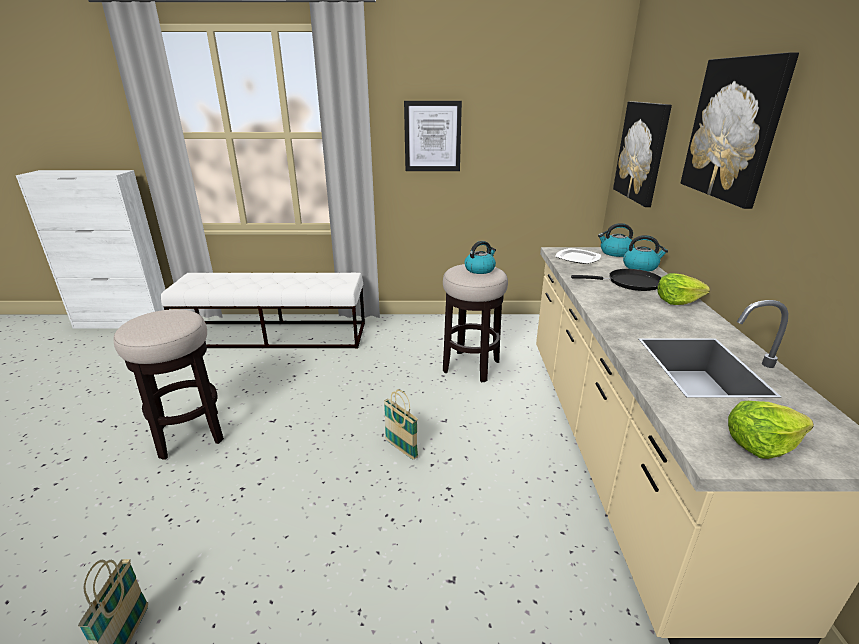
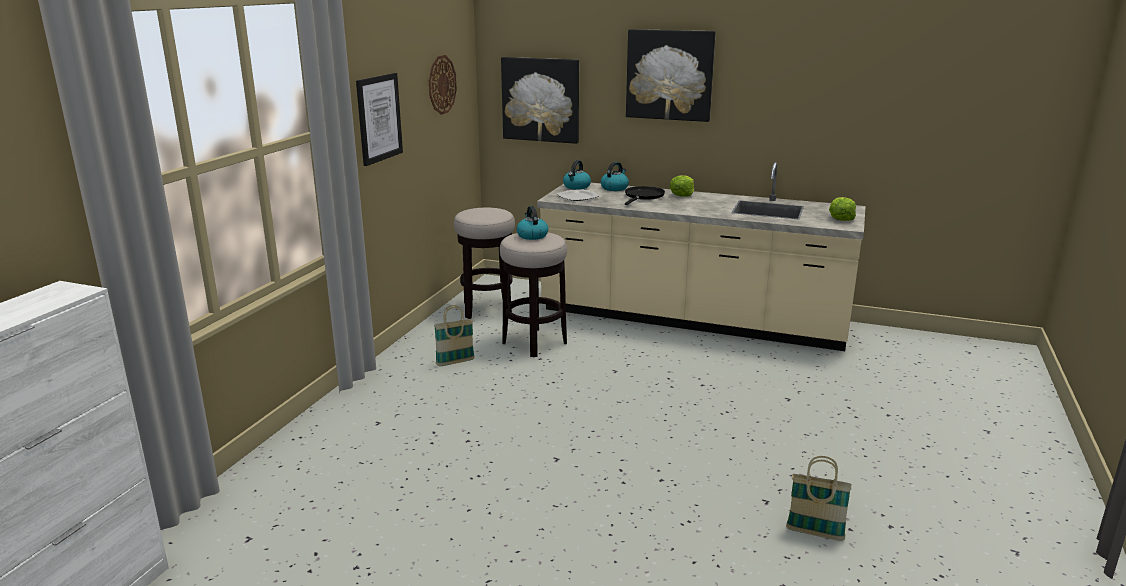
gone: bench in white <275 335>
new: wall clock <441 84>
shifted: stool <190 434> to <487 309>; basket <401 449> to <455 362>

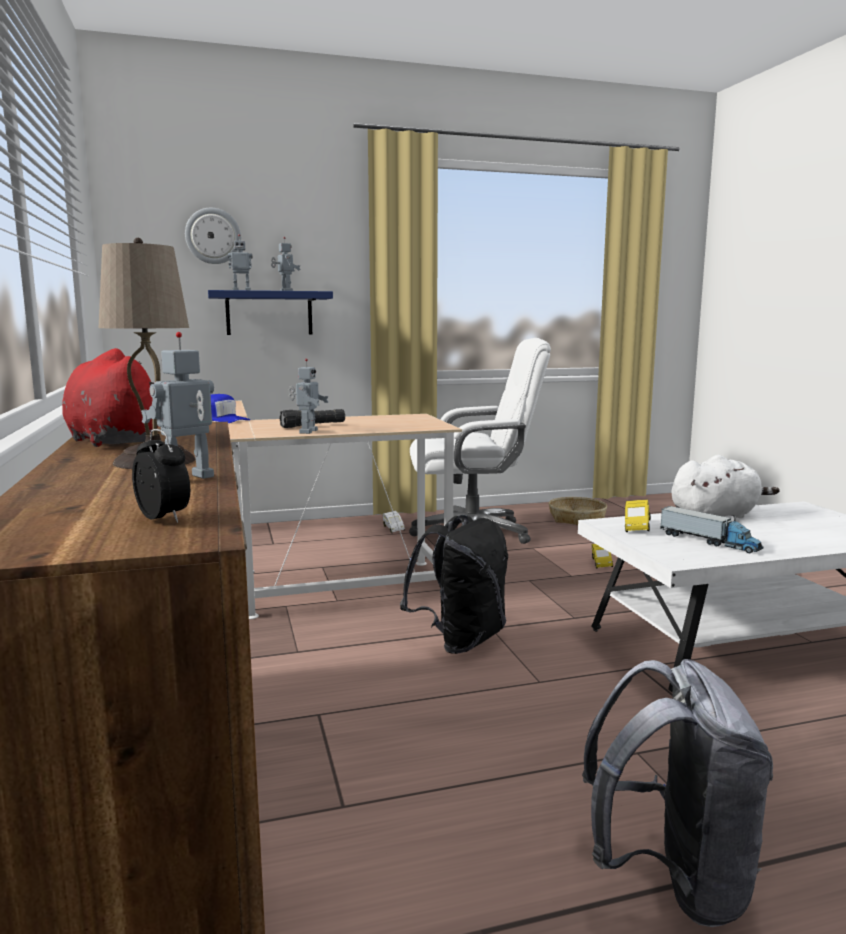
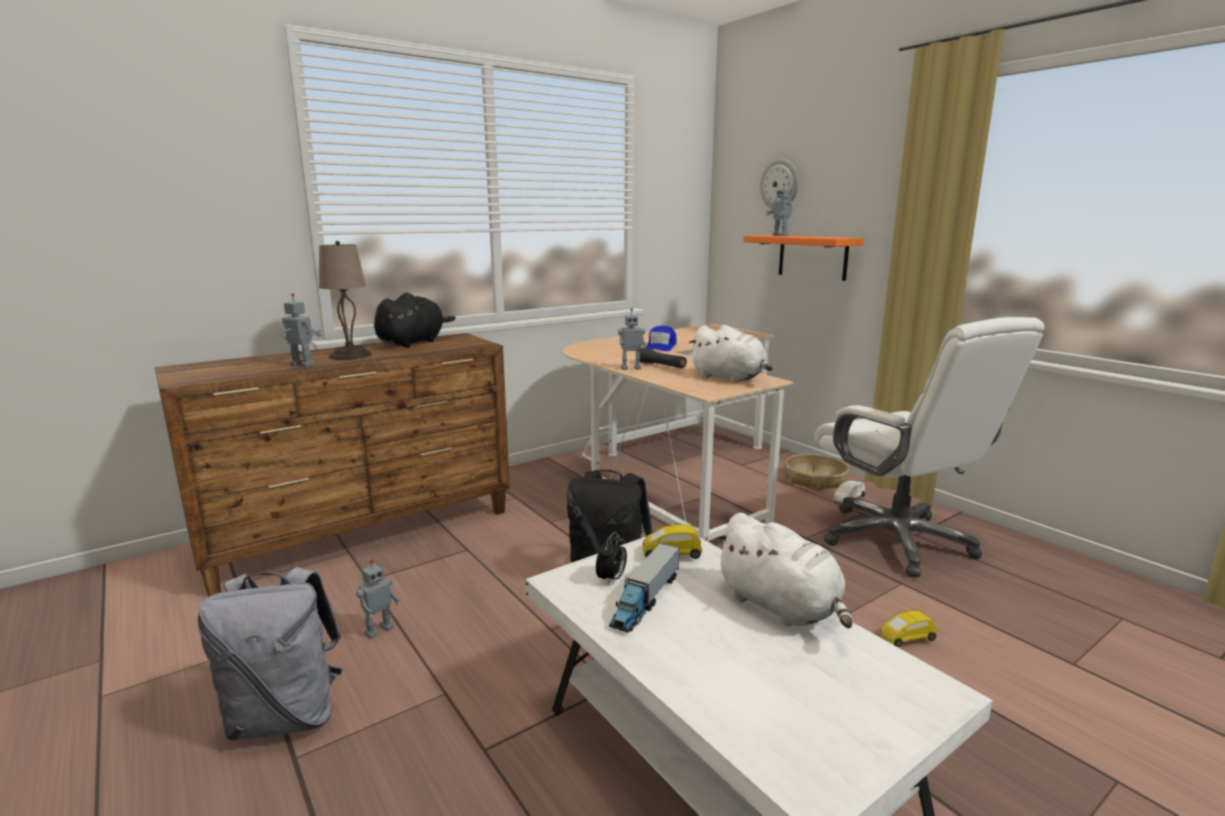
new: plush toy in white <730 378>
shifted: toy robot <285 291> to <378 630>; alarm clock <164 519> to <611 579>; basket <576 519> to <815 480>
repainted: shelf in blue <269 313> to shelf in orange <812 257>; plush toy in red <112 441> to plush toy in black <413 342>

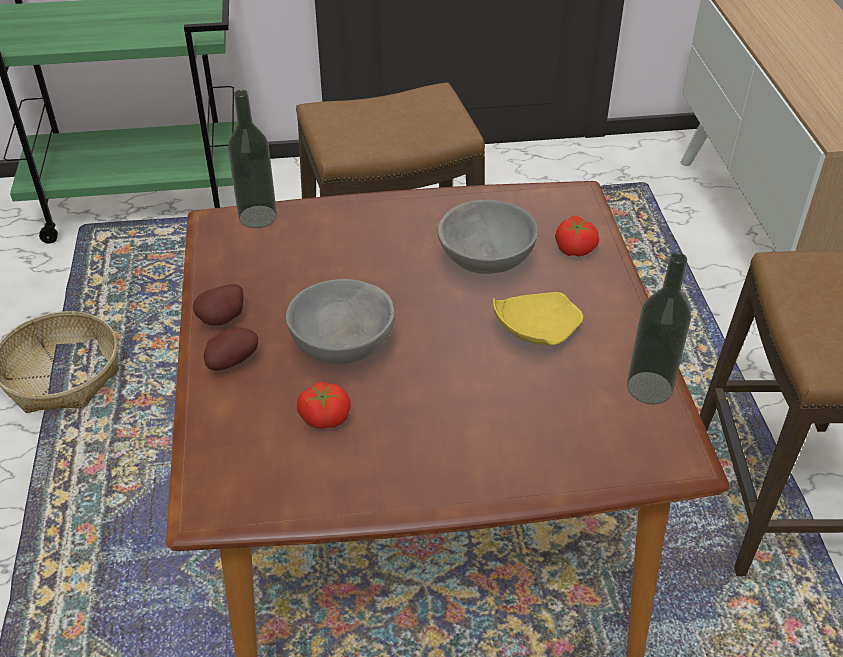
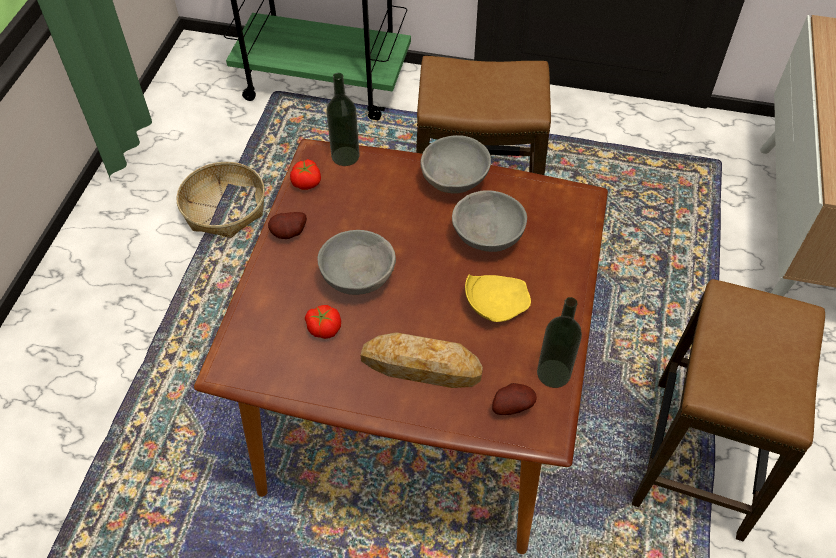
new: bowl in grey <455 182>; bread <421 366>
shifted: tomato <575 248> to <307 182>; potato <231 361> to <511 405>

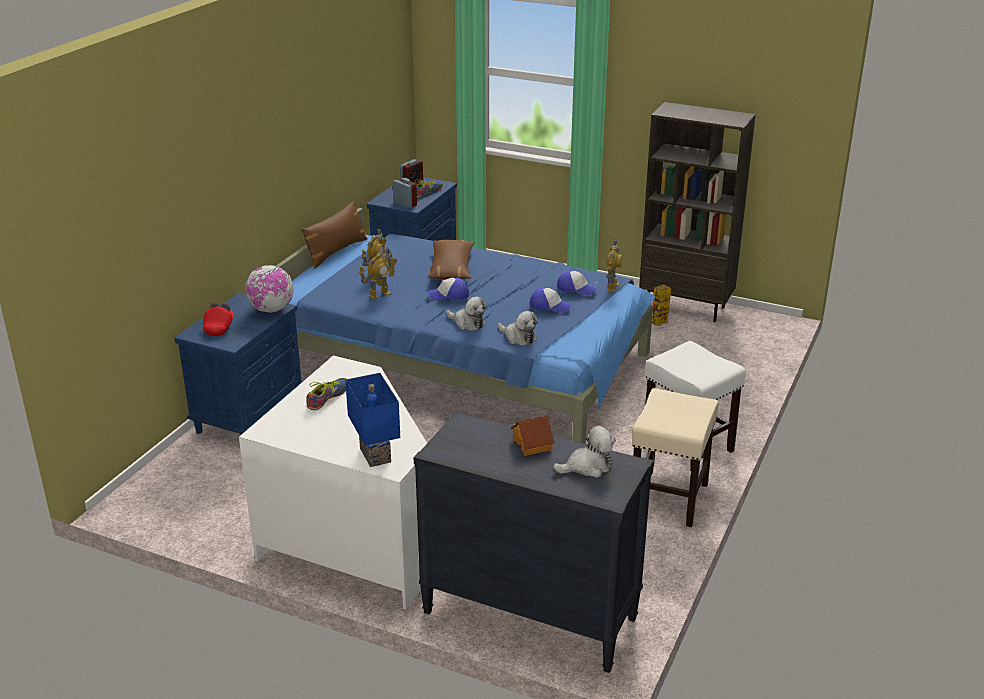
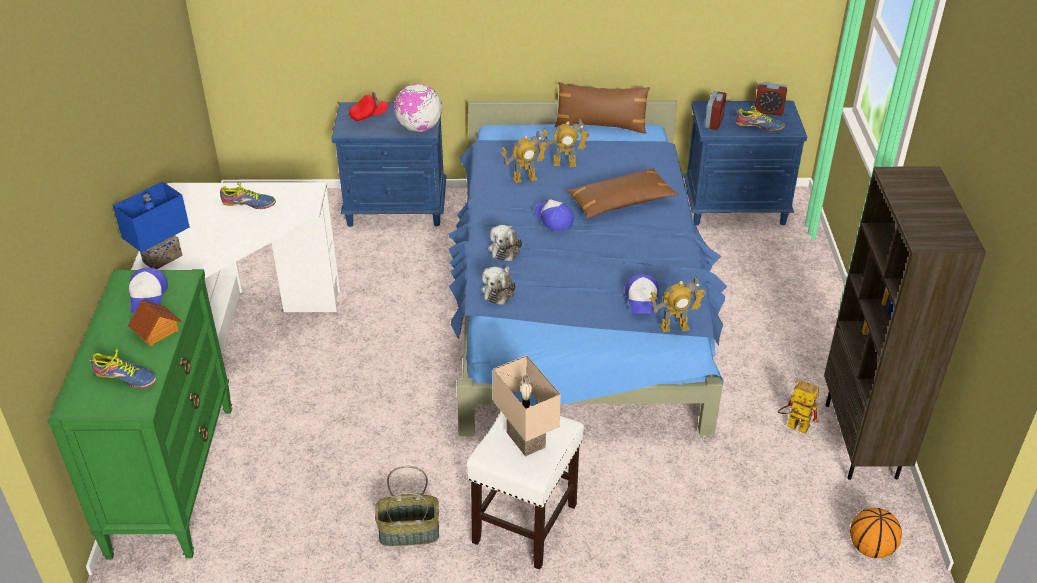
new: table lamp in beige <523 440>; basketball <871 548>
shifted: cap <549 306> to <148 296>
swapped: stool in beige <669 499> to basket <408 533>; plush toy <587 466> to shoe <126 377>
repainted: dresser in black <528 616> to dresser in green <172 478>
rotated: toy robot <379 294> = <524 178> 45 degrees counterclockwise

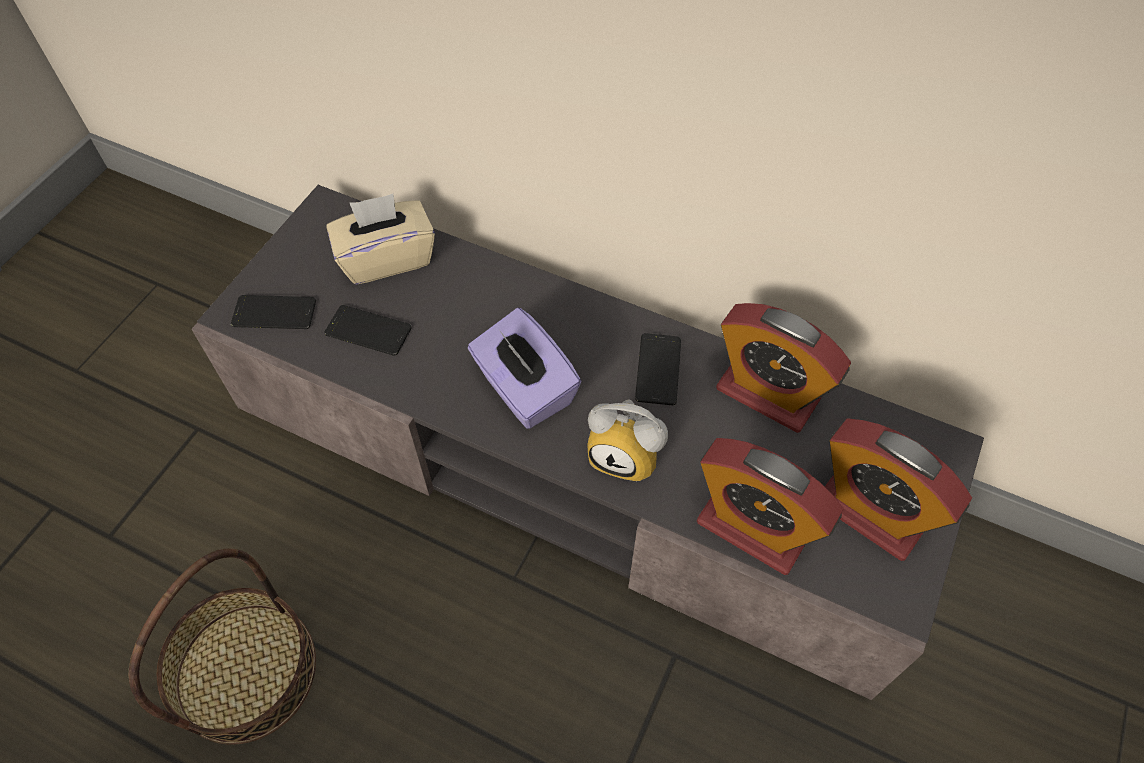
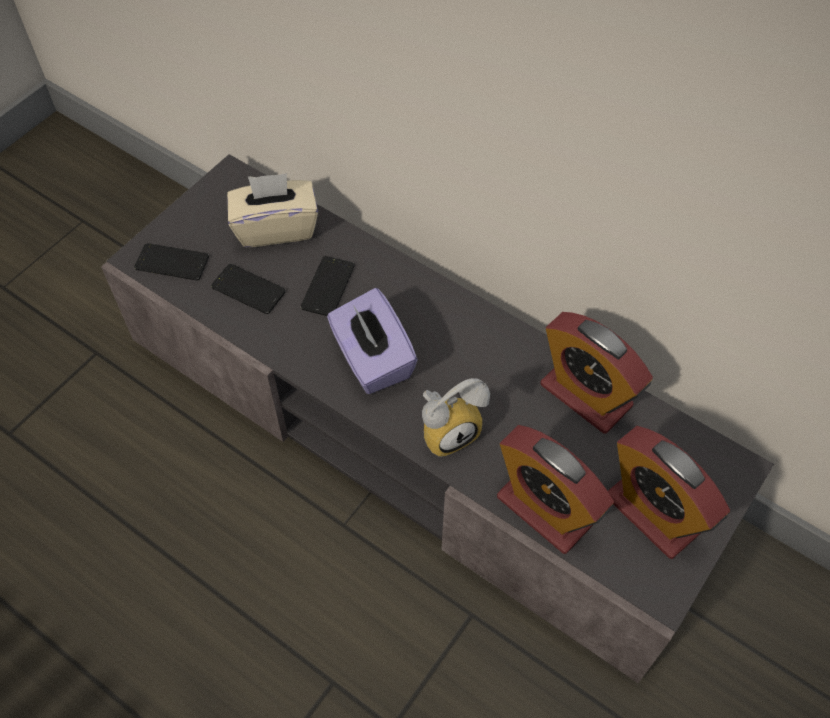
gone: basket <246 671>
shifted: phone <658 369> to <328 286>
rotated: alarm clock <627 455> = <449 430> 60 degrees counterclockwise

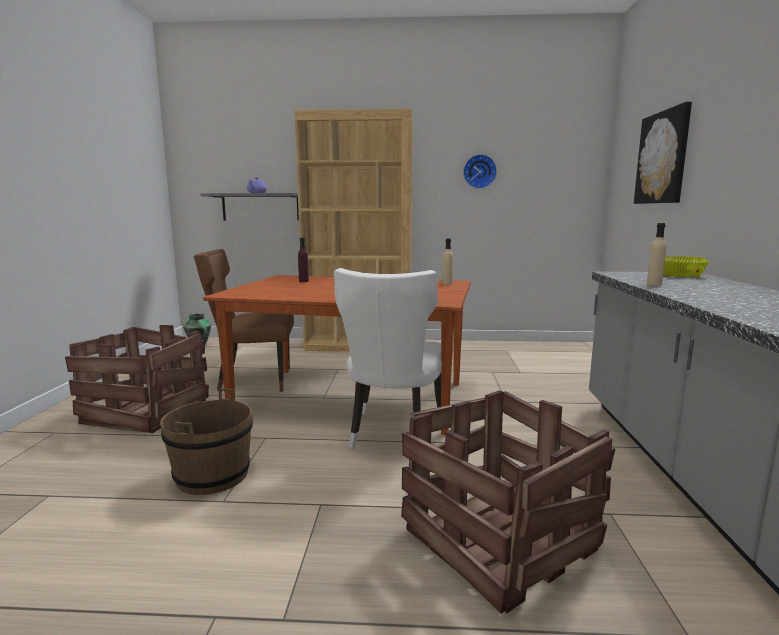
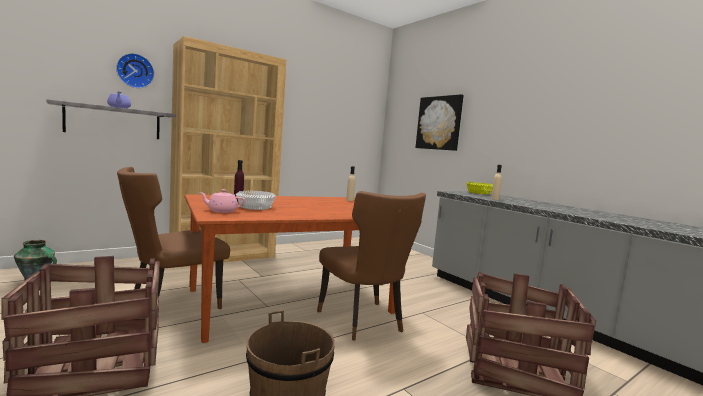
new: teapot in pink <221 211>; bowl in white <255 207>
shifted: wall clock <479 171> to <135 71>
repainted: chair in white <392 434> to chair in brown <363 322>

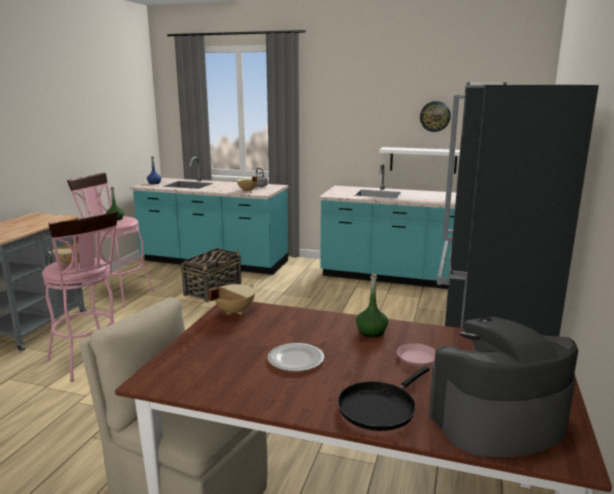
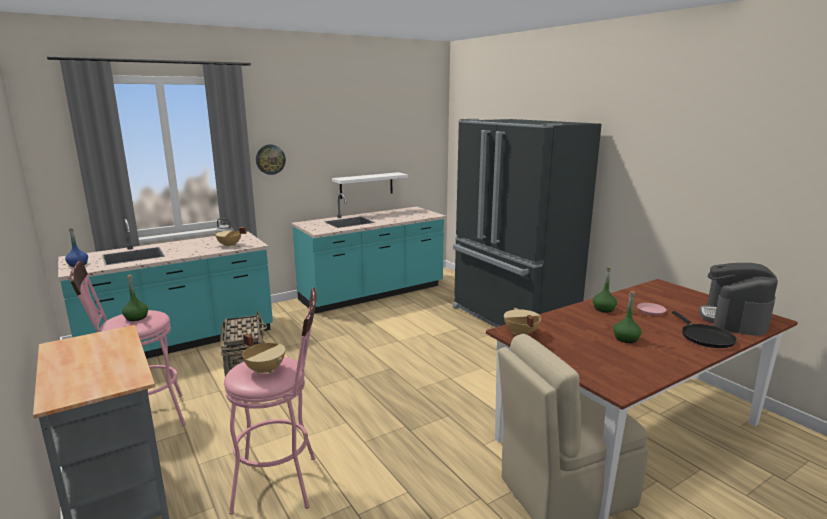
shifted: wall clock <435 116> to <270 159>
swapped: plate <295 360> to bottle in green <626 339>

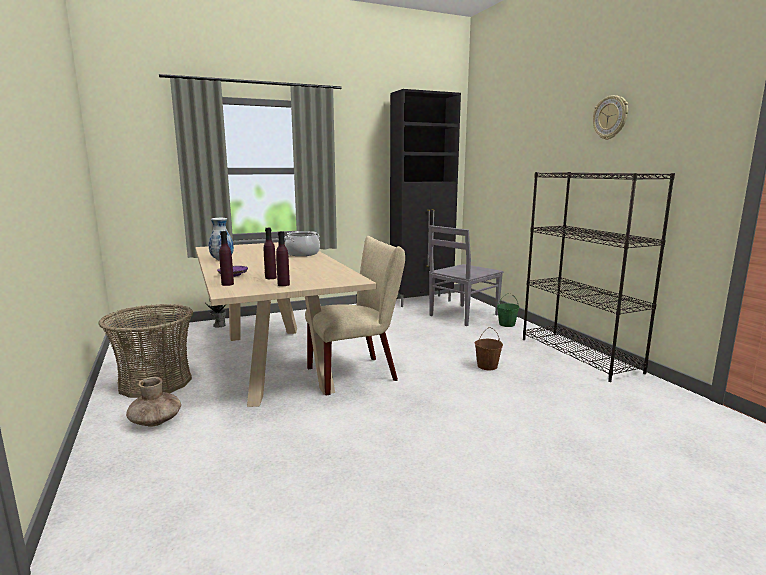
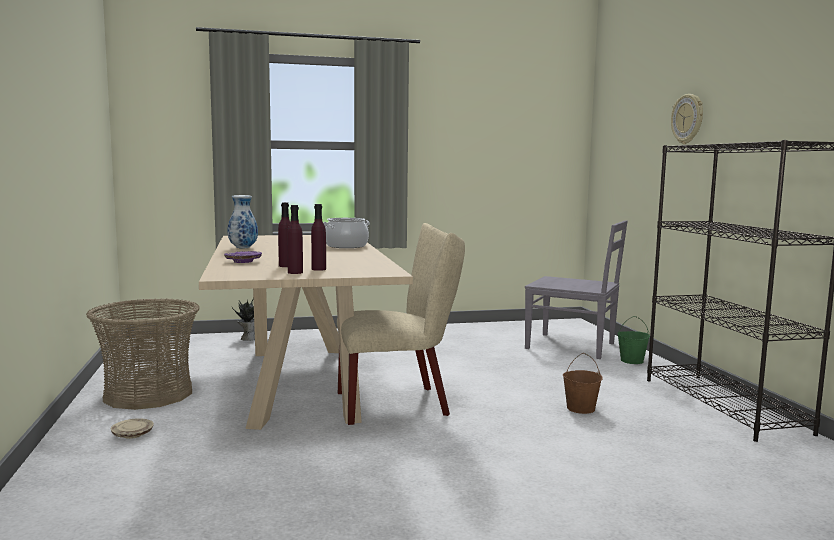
gone: cabinet in black <422 301>
shifted: wall clock <610 117> to <688 119>; bottle in purple <227 284> to <318 269>
swapped: vase in brown <156 421> to plate in beige <133 434>
rotated: chair in grey <462 315> = <572 346> 120 degrees counterclockwise

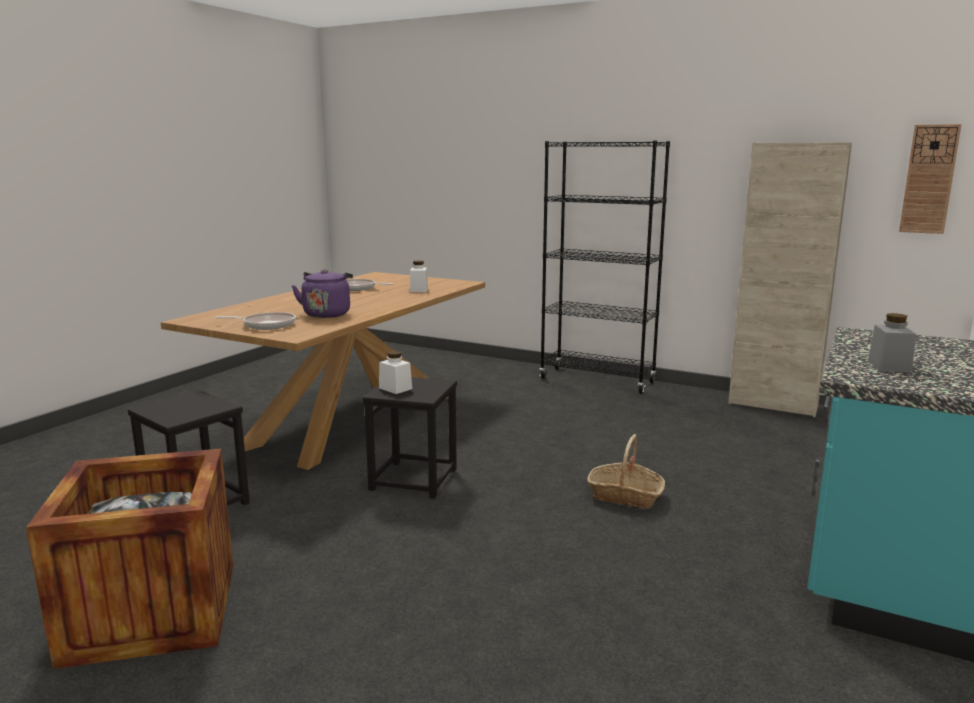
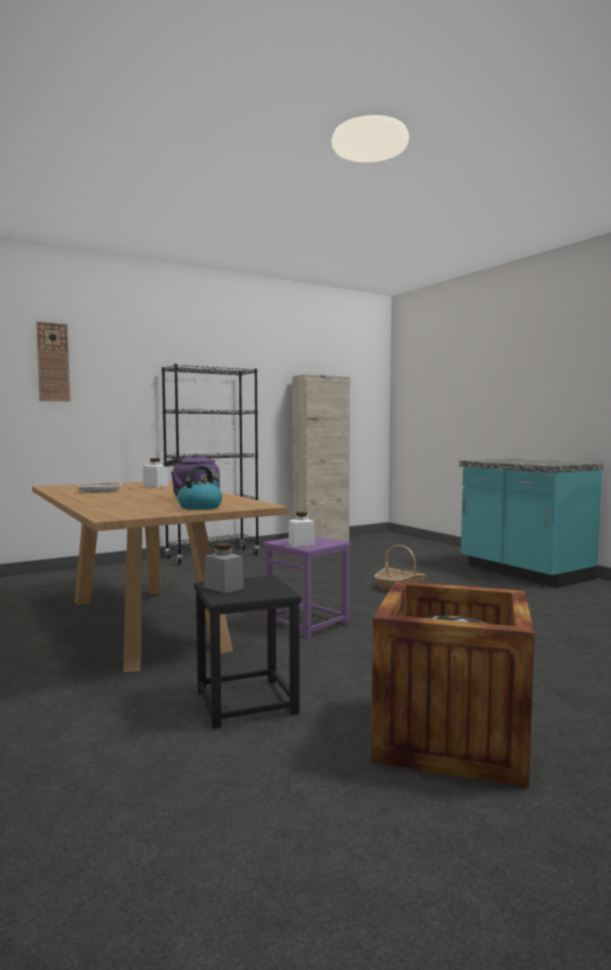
shifted: wall clock <929 179> to <53 362>; jar in grey <889 366> to <223 587>
swapped: frying pan <266 325> to kettle <200 507>
repainted: stool in black <414 479> to stool in purple <307 623>

